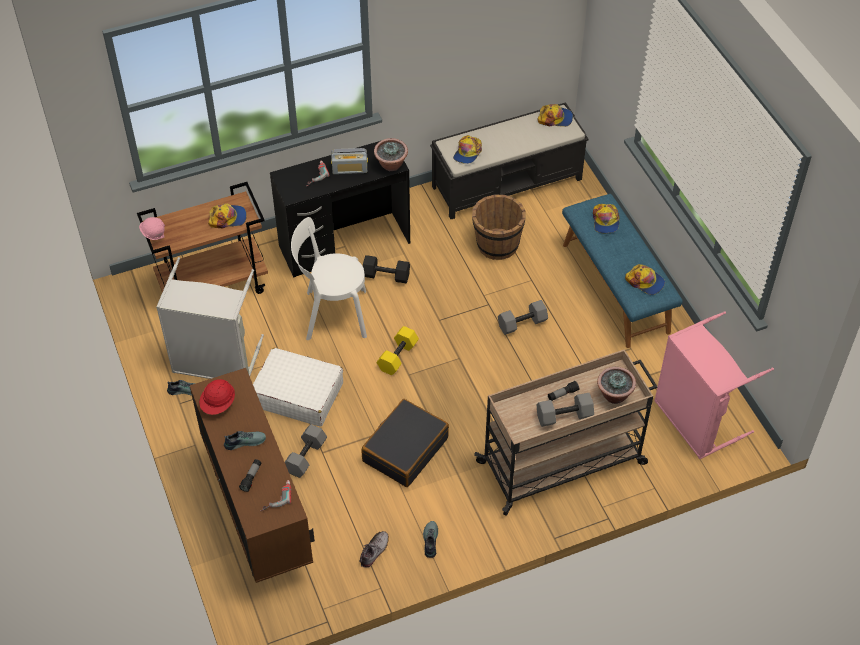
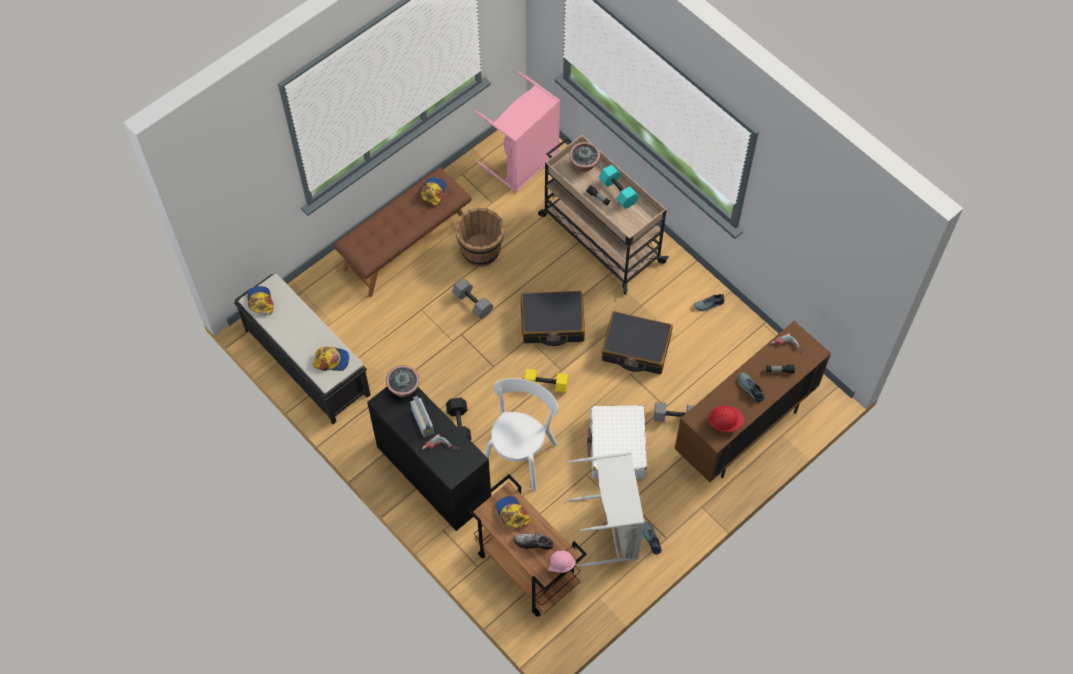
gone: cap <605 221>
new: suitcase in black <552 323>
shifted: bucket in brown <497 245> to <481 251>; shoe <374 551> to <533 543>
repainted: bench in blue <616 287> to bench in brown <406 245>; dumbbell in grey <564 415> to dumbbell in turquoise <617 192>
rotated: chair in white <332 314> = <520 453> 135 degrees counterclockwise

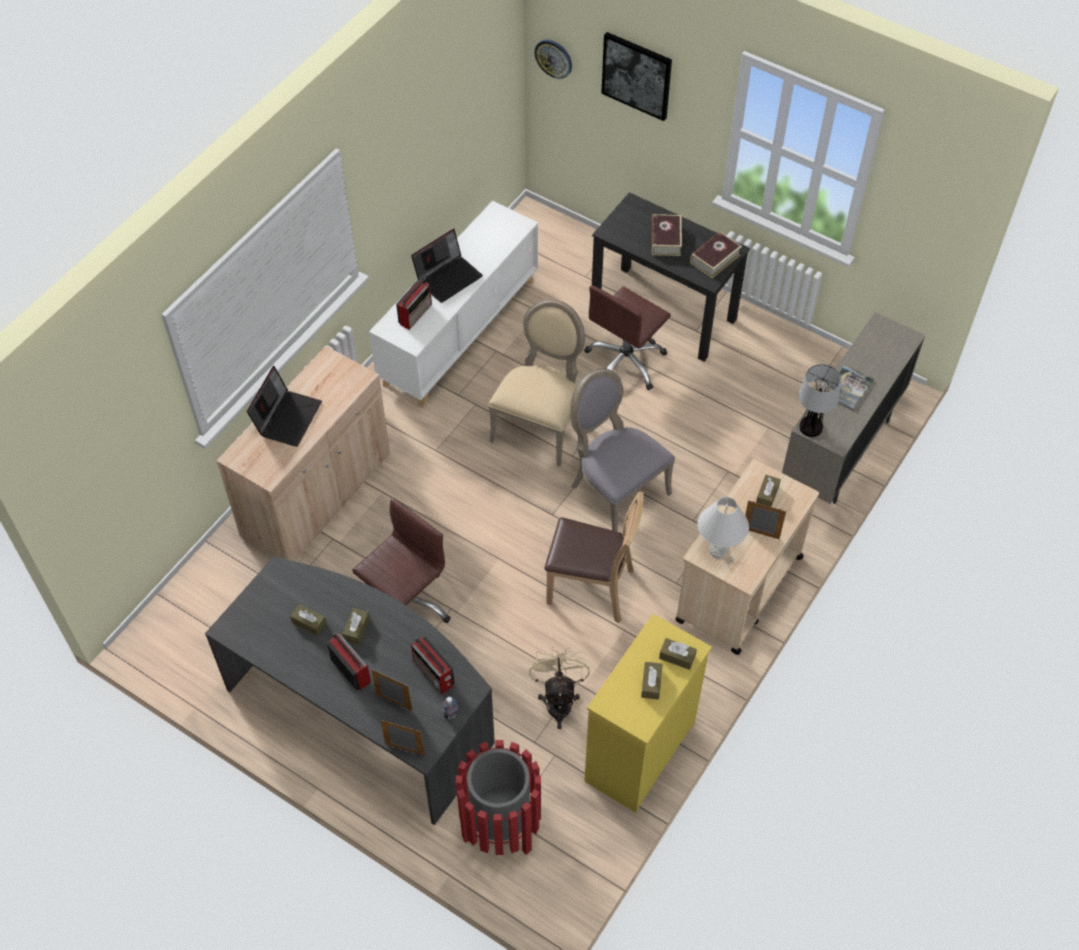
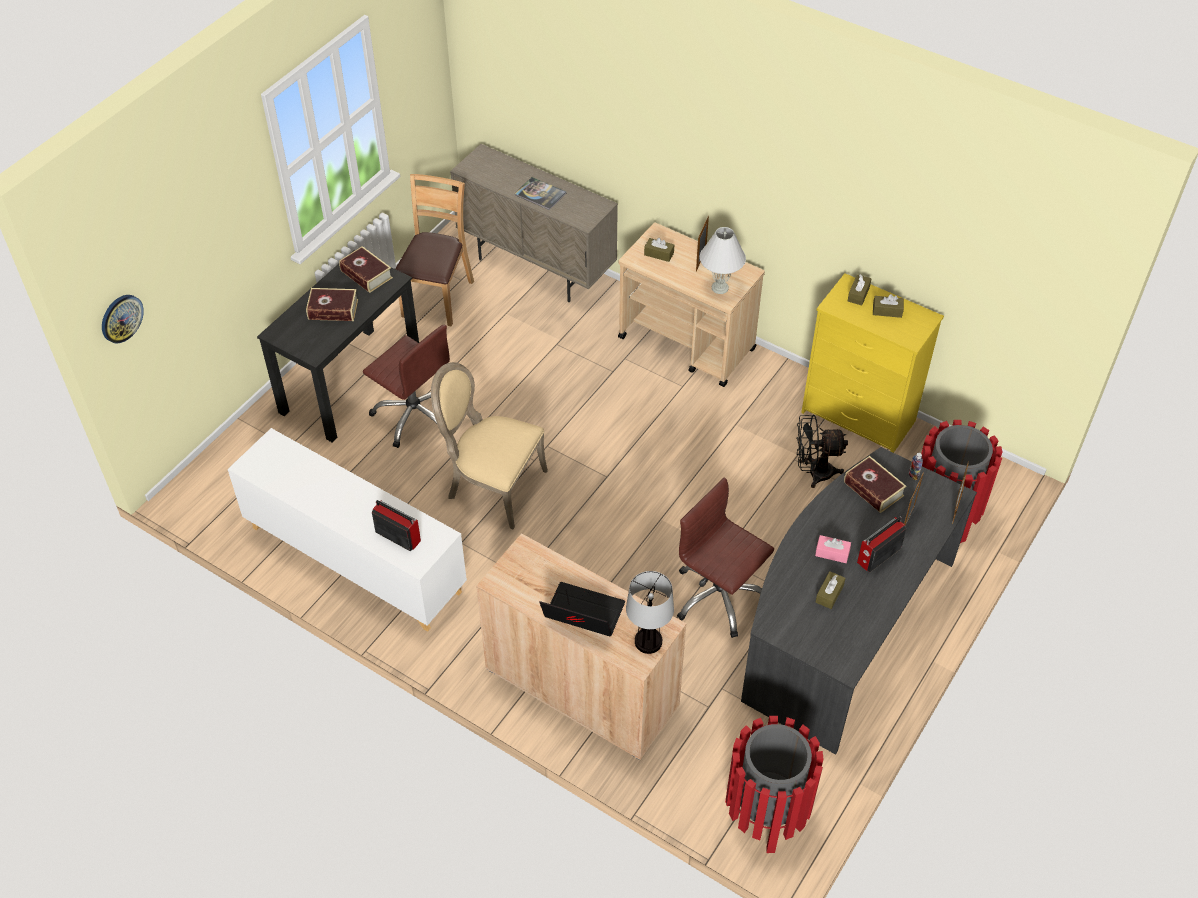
gone: picture <637 75>; laptop <448 277>; chair in grey <615 490>
new: trash can in red <766 813>
shifted: table lamp <811 427> to <647 641>; chair in brown <591 588> to <437 298>
swapped: radio <434 674> to book <873 489>
repainted: tissue box in brown <356 629> to tissue box in pink <832 553>; fan in beige <559 700> to fan in black <813 472>

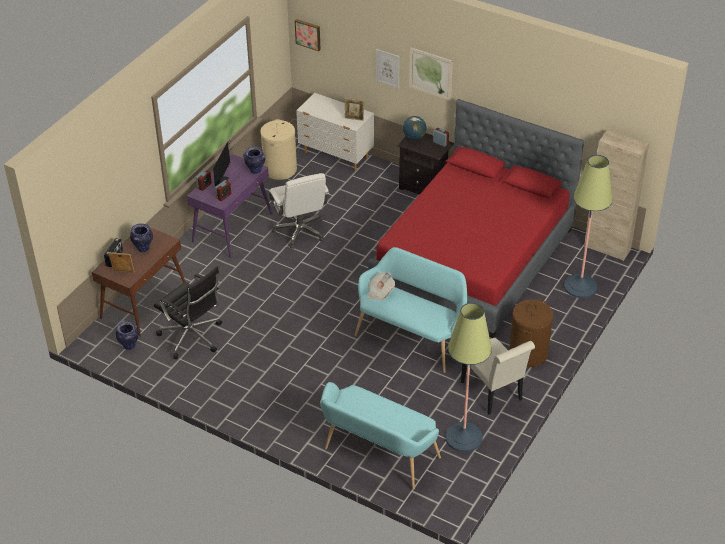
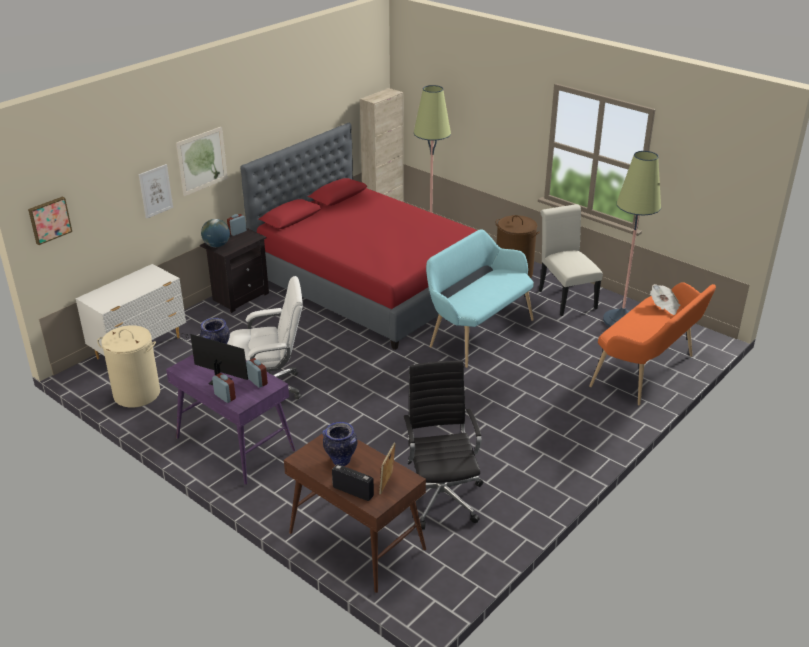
gone: picture frame <354 119>; vase <129 345>
shifted: newspaper <380 292> to <664 307>
repainted: bench in turquoise <377 456> to bench in orange <647 372>
rotated: office chair in black <192 338> = <441 496> 60 degrees counterclockwise; chair in white <494 394> = <565 297> 90 degrees counterclockwise

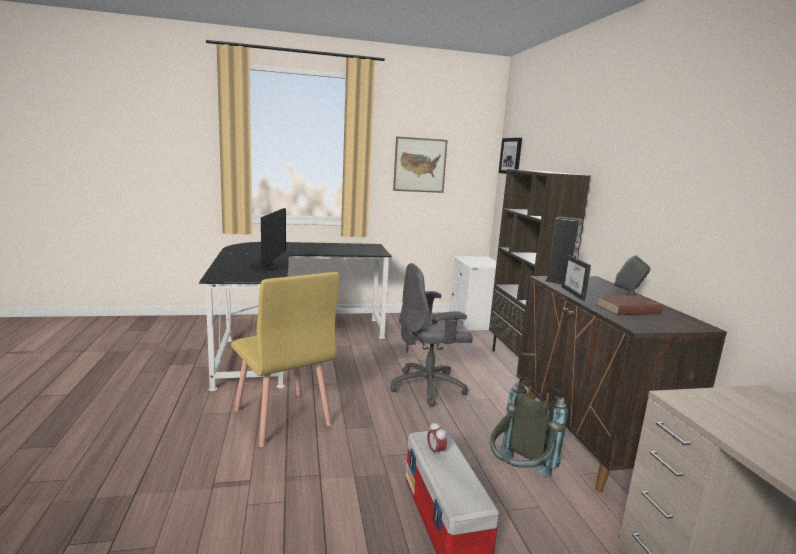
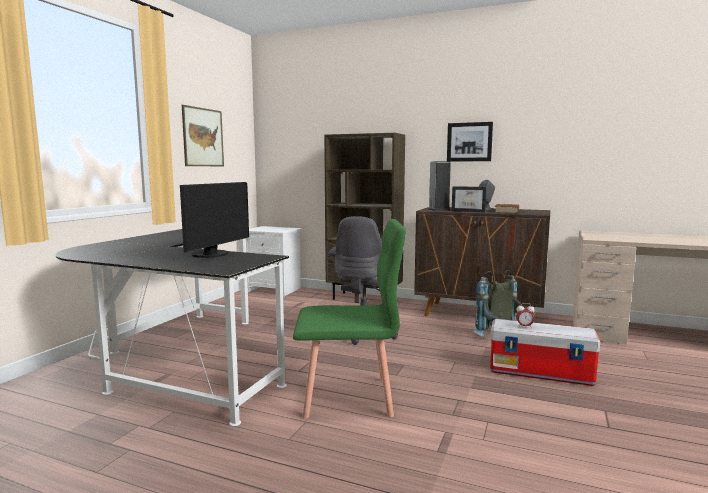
shifted: picture <511 156> to <469 142>
repainted: chair in yellow <282 418> to chair in green <349 397>
rotated: monitor <268 267> = <213 254> 75 degrees clockwise

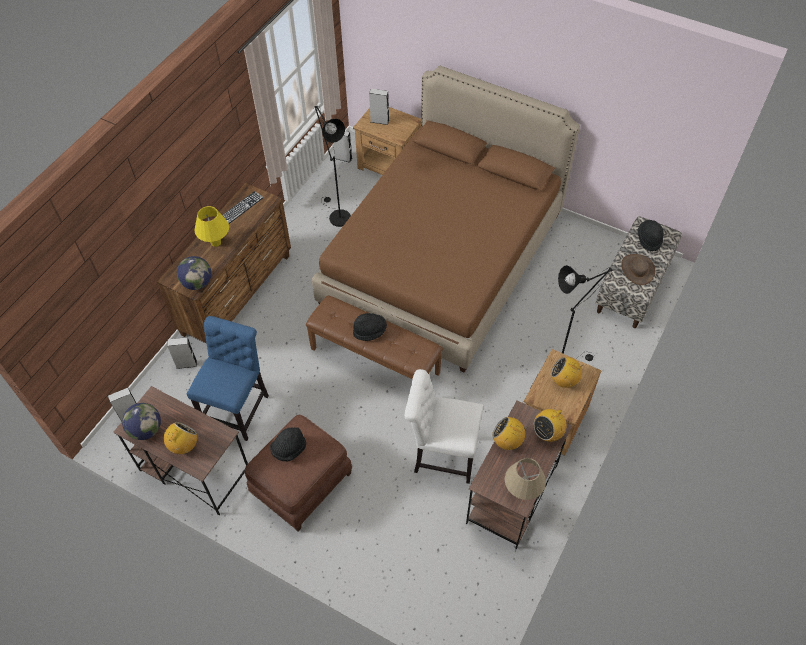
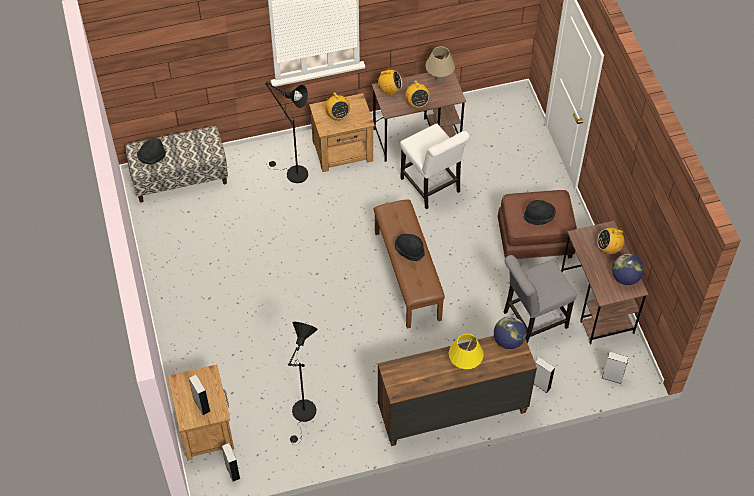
gone: bed in brown <443 259>; keyboard <241 208>; hat in brown <637 269>
repainted: chair in blue <238 408> to chair in grey <532 321>

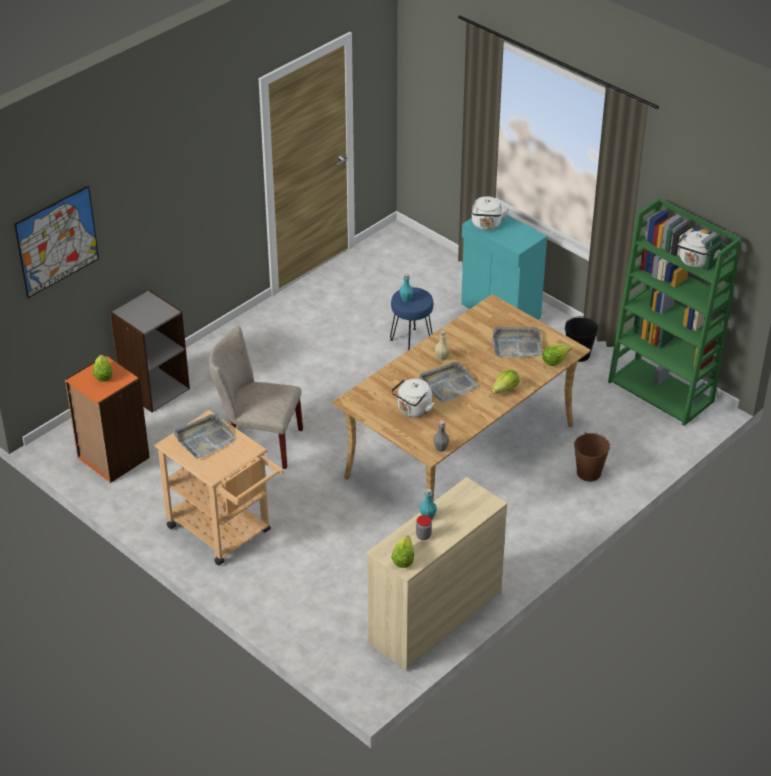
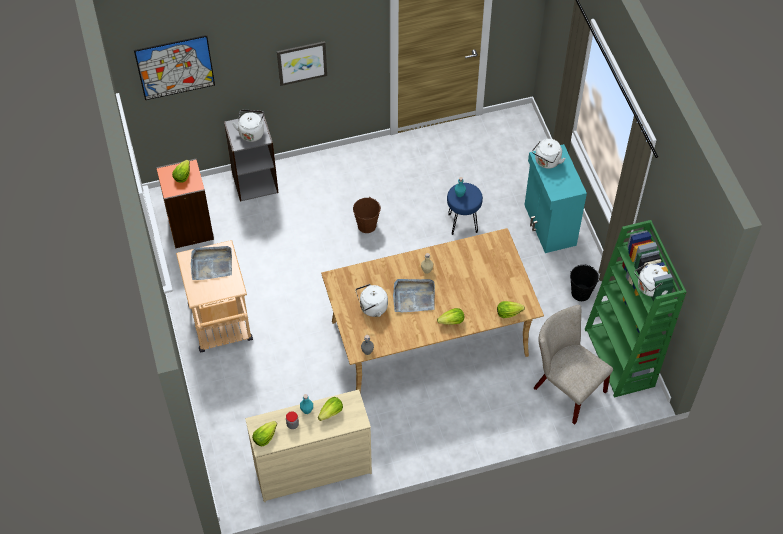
gone: tray in grey <516 344>
new: picture <302 62>; kettle in white <251 132>; lettuce <331 413>
shifted: chair in beige <257 442> to <565 388>; bucket in brown <588 473> to <366 225>

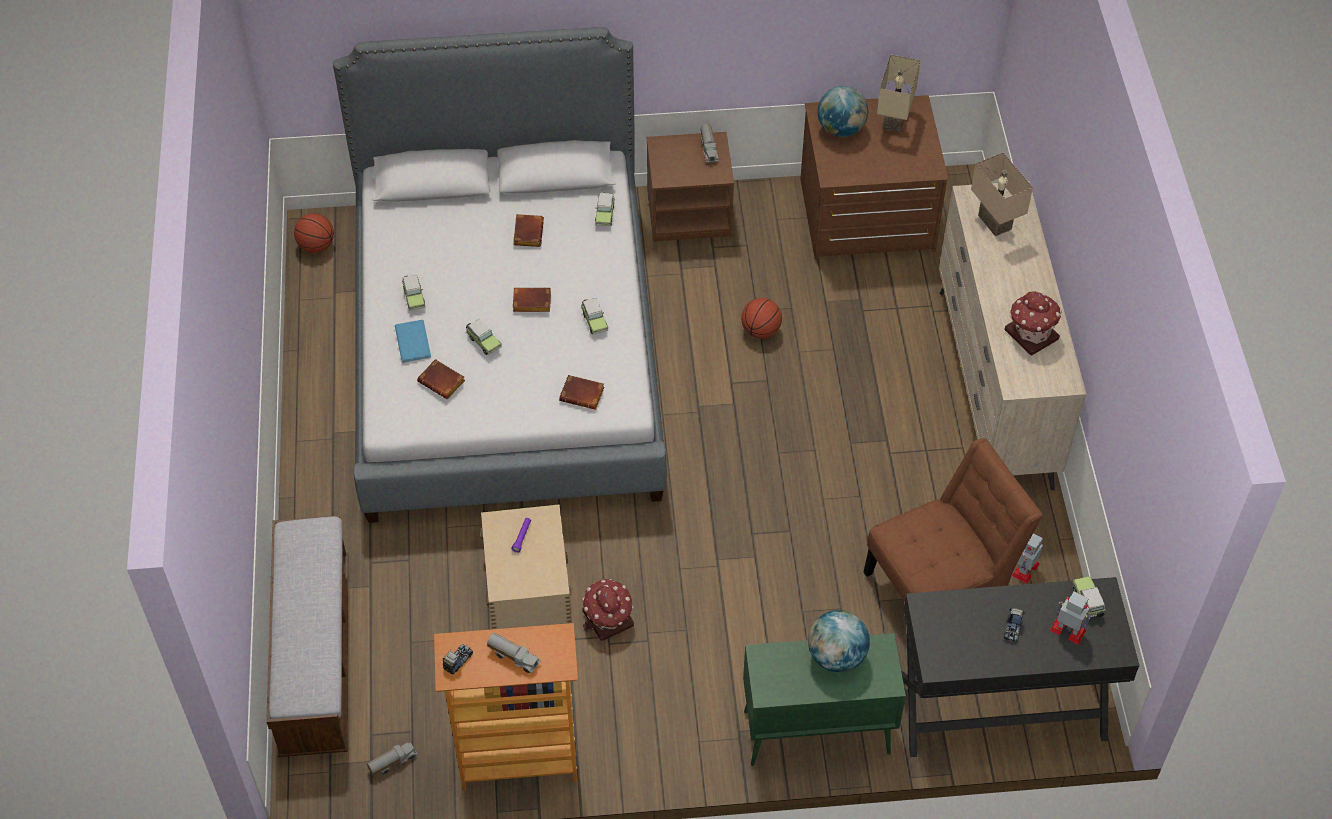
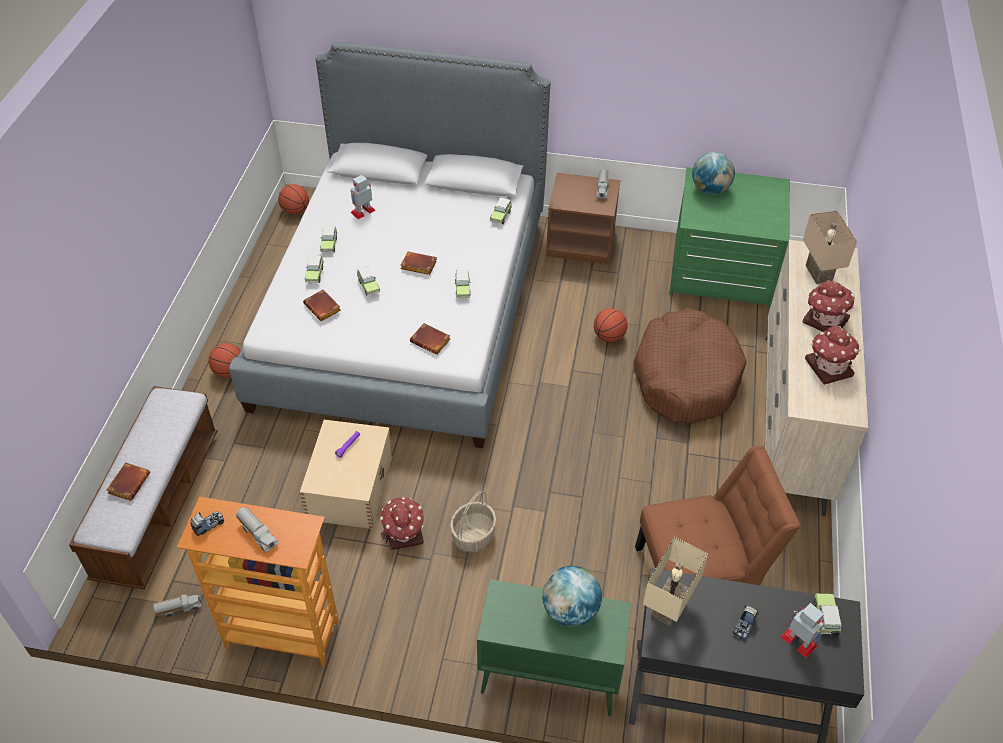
new: toy house <824 320>; dog bed in brown <686 377>; basketball <229 372>; basket <473 534>
shifted: table lamp in beige <895 121> to <669 609>; book in brown <527 232> to <129 483>; toy robot <1025 569> to <363 211>
swapped: book in blue <414 340> to toy car <315 274>
repainted: dresser in brown <867 216> to dresser in green <721 271>

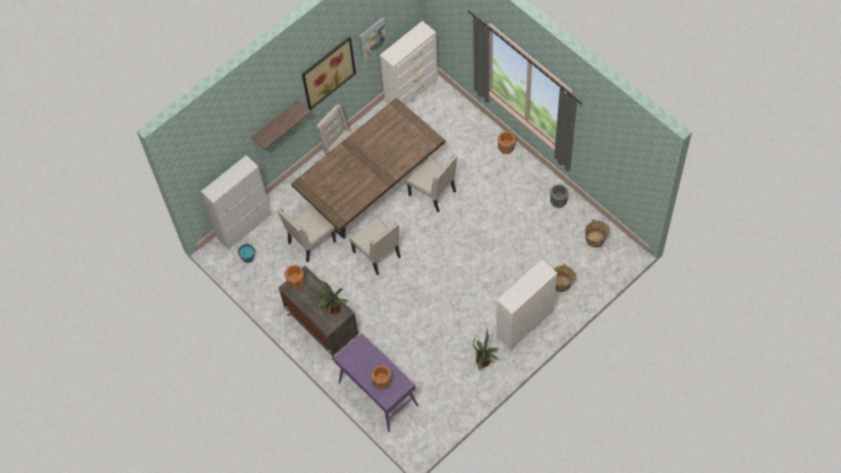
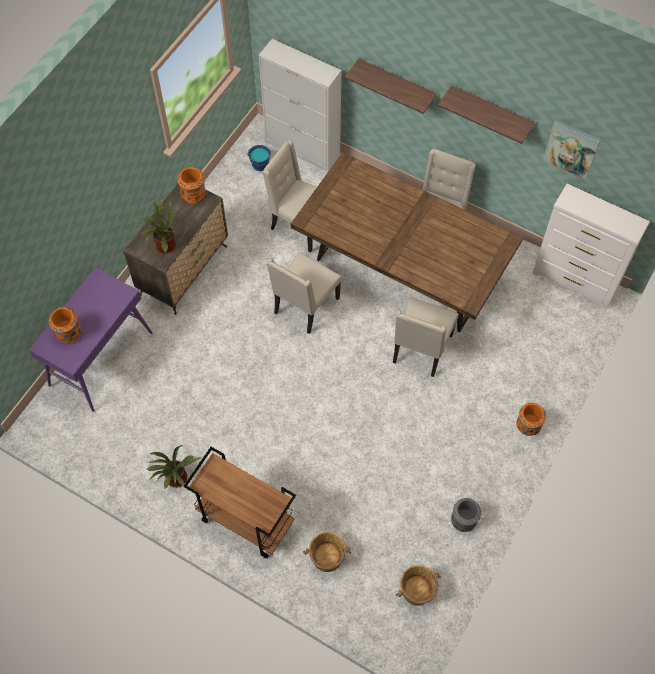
swapped: picture <328 72> to shelf <490 112>; dresser in white <524 325> to cart in brown <245 520>

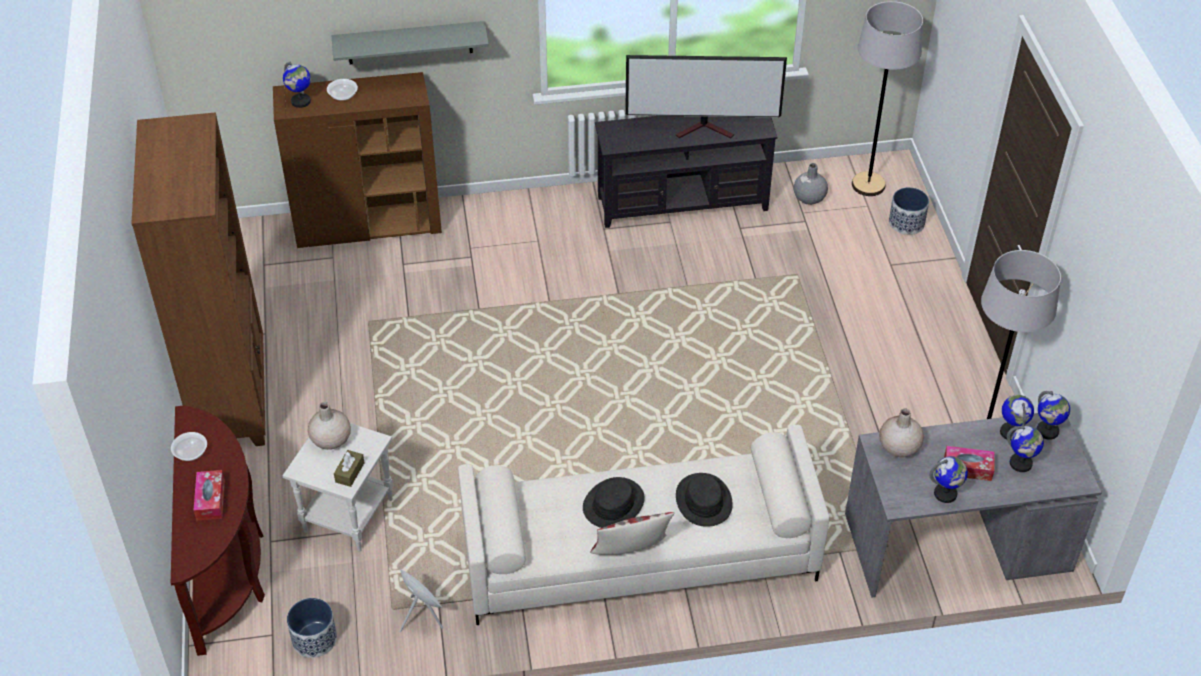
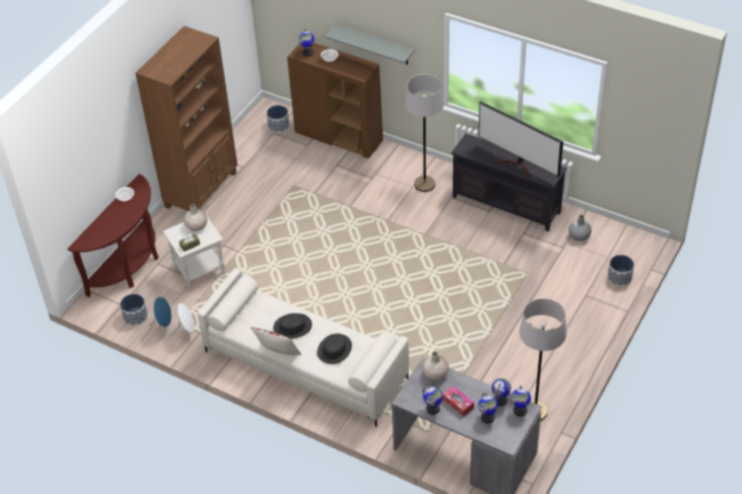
gone: tissue box <210 500>
new: planter <278 126>; speaker in blue <164 327>
shifted: floor lamp in grey <868 185> to <424 184>

